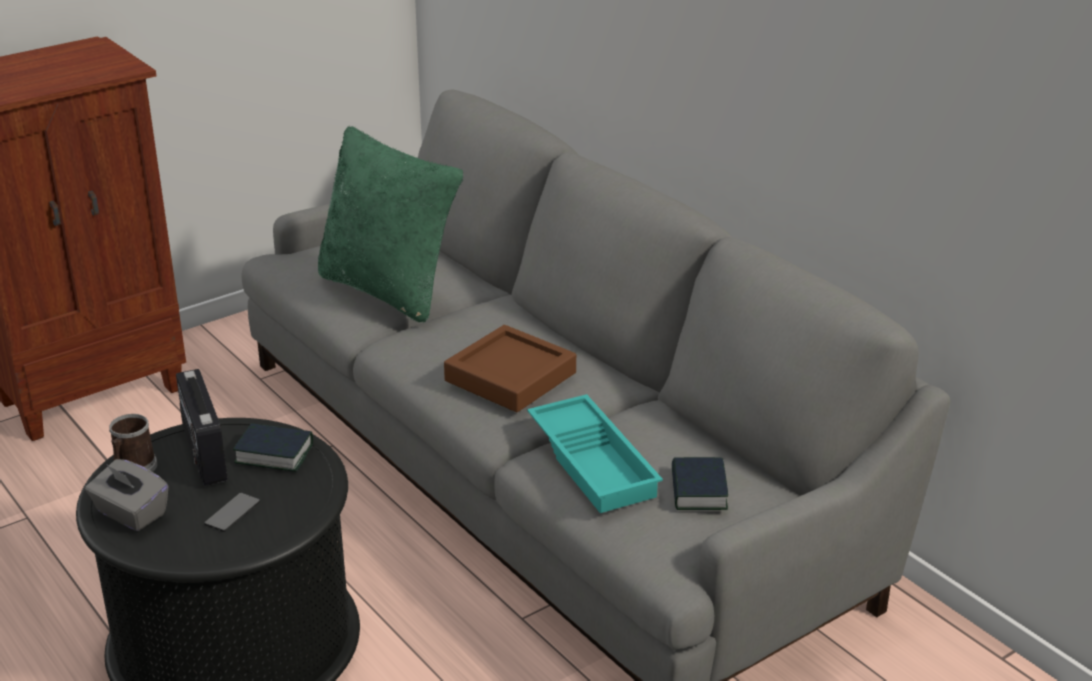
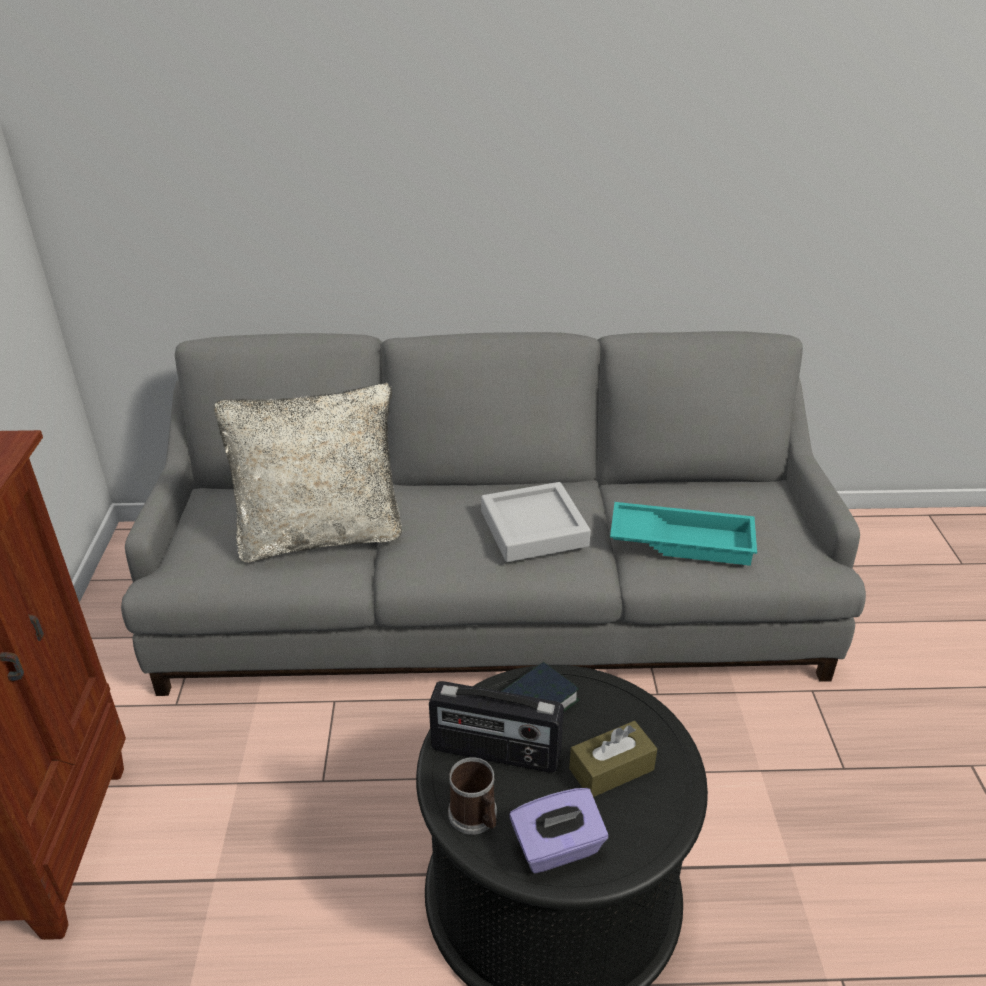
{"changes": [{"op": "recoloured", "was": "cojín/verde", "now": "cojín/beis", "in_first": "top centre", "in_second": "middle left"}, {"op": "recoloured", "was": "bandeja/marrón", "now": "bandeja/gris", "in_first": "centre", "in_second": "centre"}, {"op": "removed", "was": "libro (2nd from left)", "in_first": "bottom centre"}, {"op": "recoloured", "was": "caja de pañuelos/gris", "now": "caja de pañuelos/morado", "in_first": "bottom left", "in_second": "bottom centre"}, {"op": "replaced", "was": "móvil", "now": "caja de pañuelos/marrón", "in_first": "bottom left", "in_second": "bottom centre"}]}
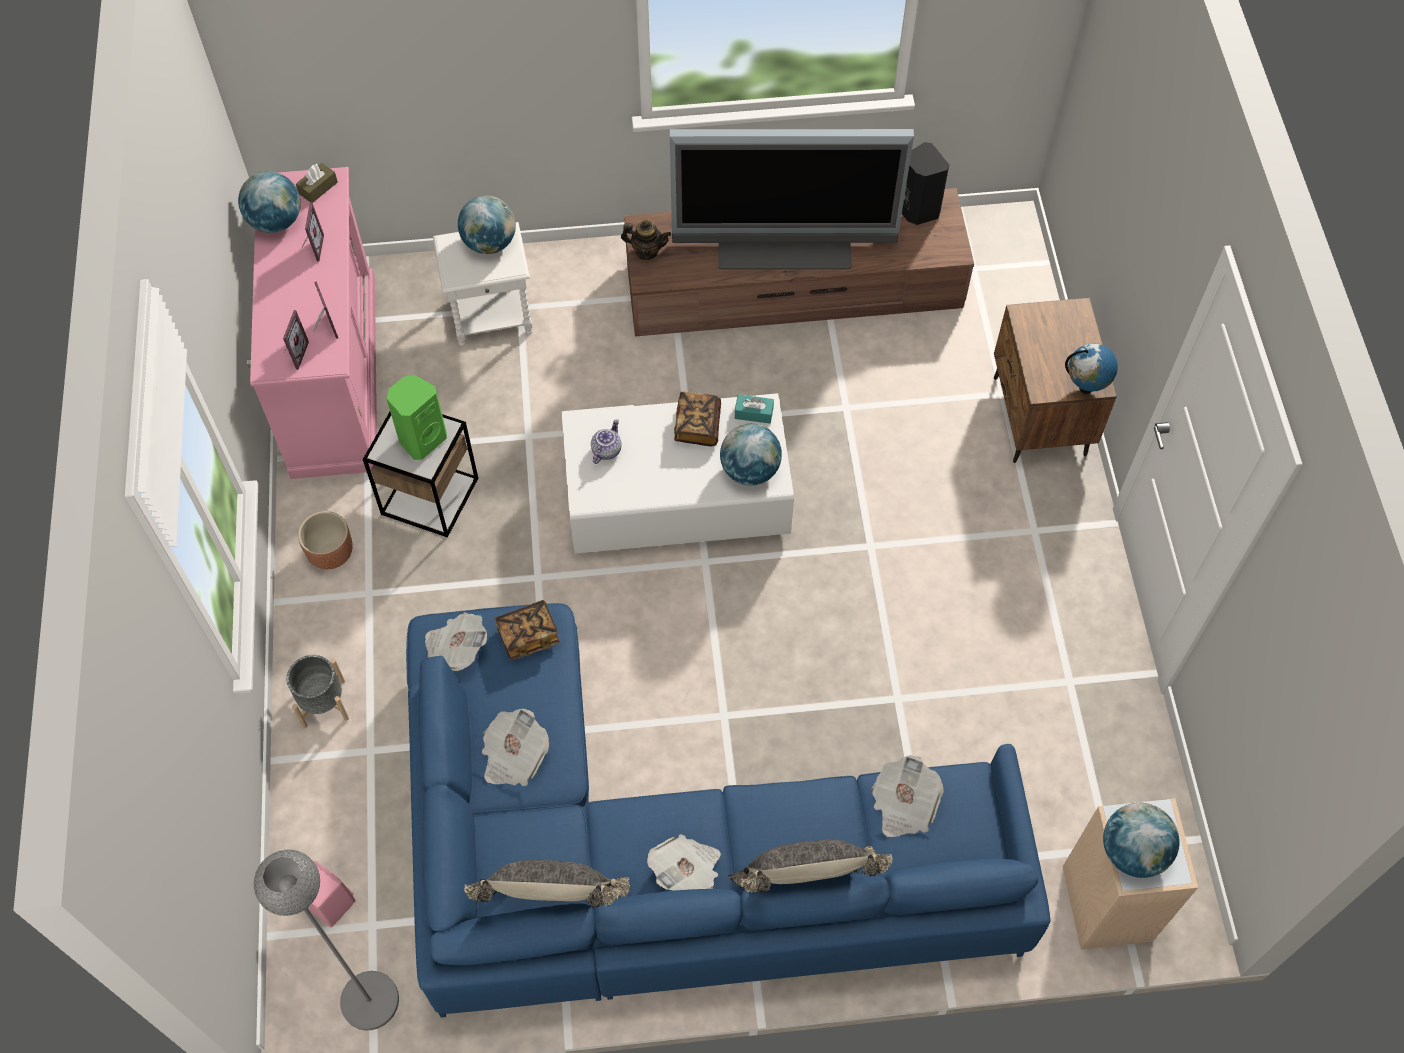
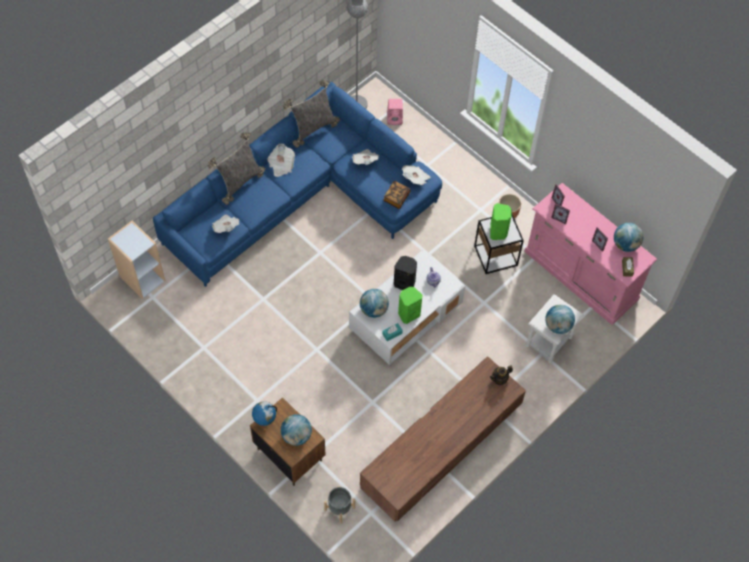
{"changes": [{"op": "removed", "was": "televisor", "in_first": "top centre"}, {"op": "moved", "was": "altavoz/negro", "in_first": "top centre", "in_second": "centre"}, {"op": "replaced", "was": "libro (2nd from left)", "now": "altavoz/verde (1st from left)", "in_first": "centre", "in_second": "centre"}, {"op": "moved", "was": "maceta/gris", "in_first": "middle left", "in_second": "bottom centre"}, {"op": "moved", "was": "globo terráqueo (5th from left in the first image)", "now": "globo terráqueo (2nd from left)", "in_first": "bottom right", "in_second": "bottom centre"}]}
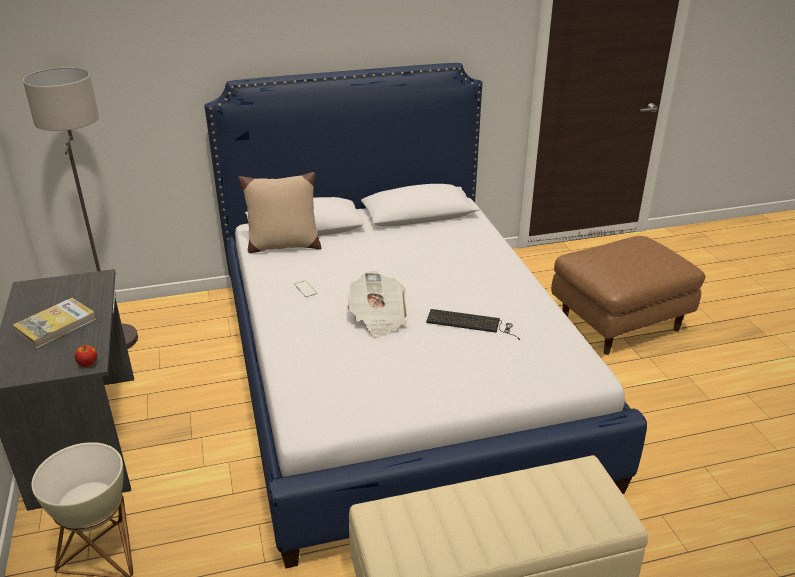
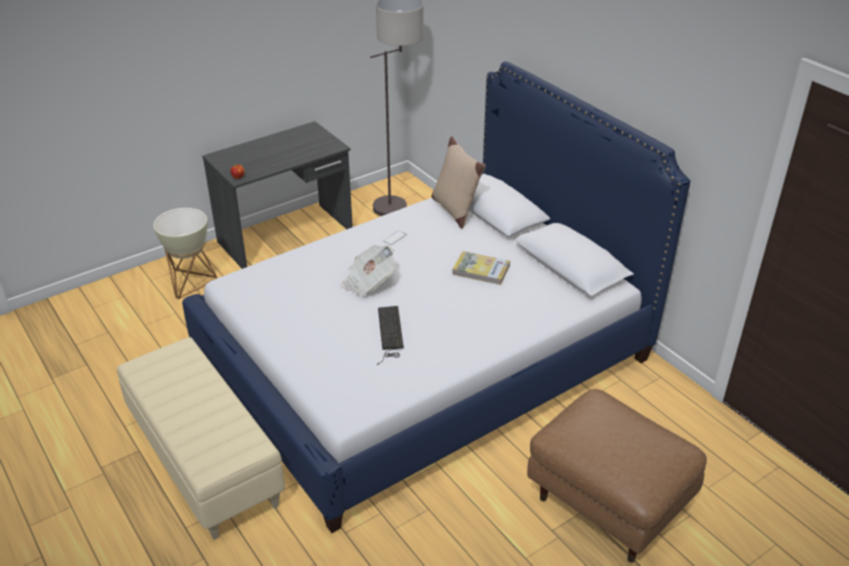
{"changes": [{"op": "moved", "was": "libro", "in_first": "middle left", "in_second": "centre"}]}
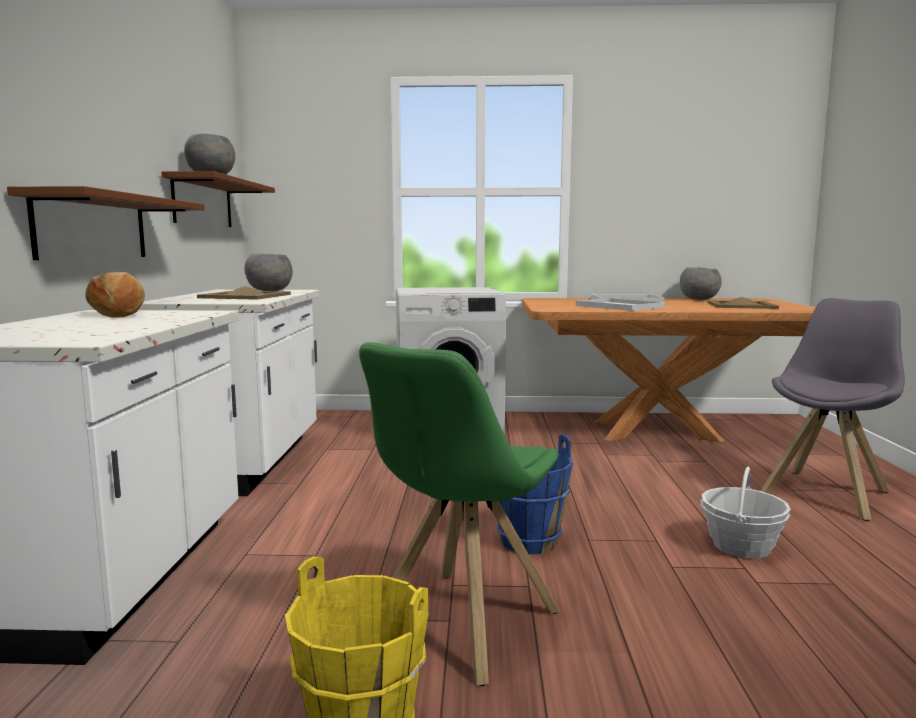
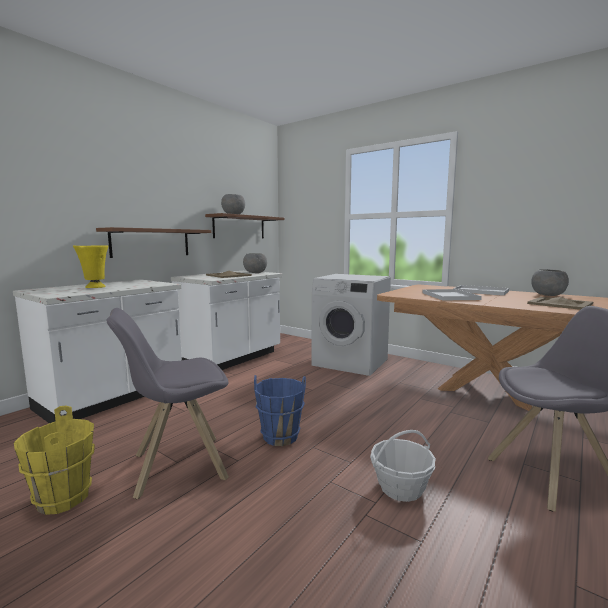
{"changes": [{"op": "removed", "was": "pan", "in_first": "middle left"}, {"op": "recoloured", "was": "silla/verde", "now": "silla/gris (1st from left)", "in_first": "bottom centre", "in_second": "middle left"}, {"op": "added", "now": "florero/amarillo", "in_second": "middle left"}]}
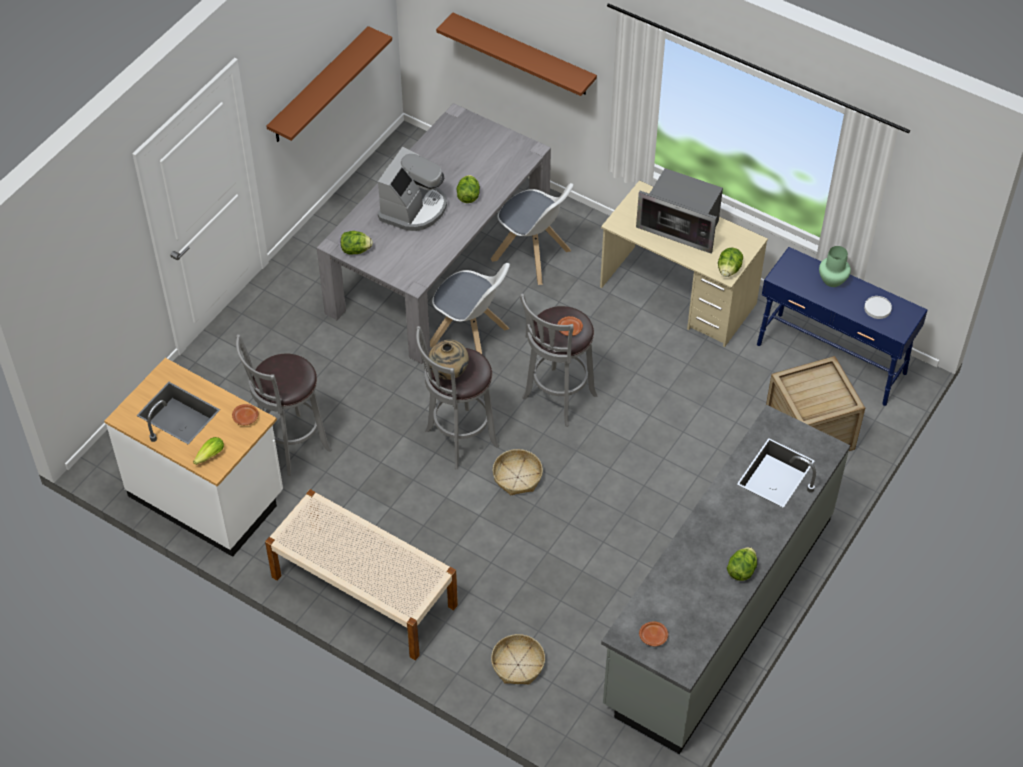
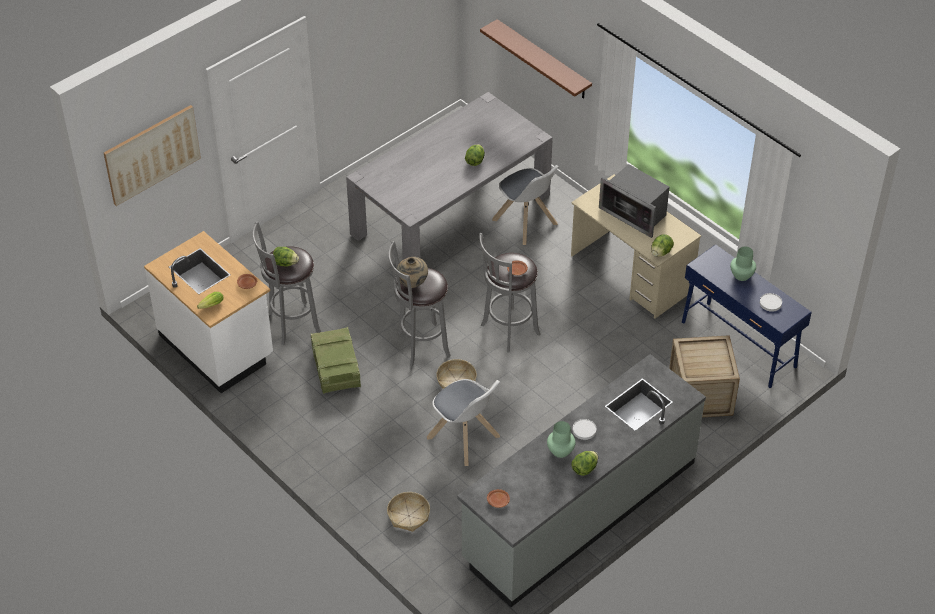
{"changes": [{"op": "removed", "was": "estante/marrón (1st from left)", "in_first": "top left"}, {"op": "removed", "was": "cafetera", "in_first": "top centre"}, {"op": "moved", "was": "lechuga (2nd from left)", "in_first": "top centre", "in_second": "middle left"}, {"op": "moved", "was": "silla (1st from left)", "in_first": "centre", "in_second": "bottom centre"}, {"op": "removed", "was": "banco/beis", "in_first": "bottom centre"}, {"op": "added", "now": "cuadro", "in_second": "top left"}, {"op": "added", "now": "caja de embalaje (1st from left)", "in_second": "centre"}, {"op": "added", "now": "plato/blanco (1st from left)", "in_second": "bottom centre"}, {"op": "added", "now": "florero/verde (1st from left)", "in_second": "bottom centre"}]}
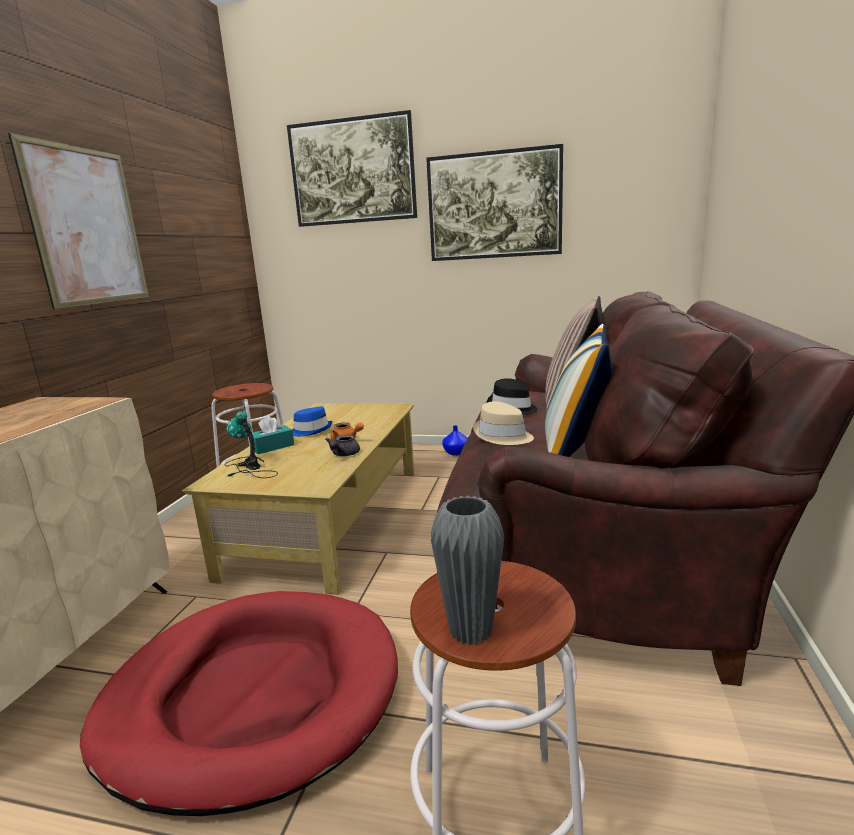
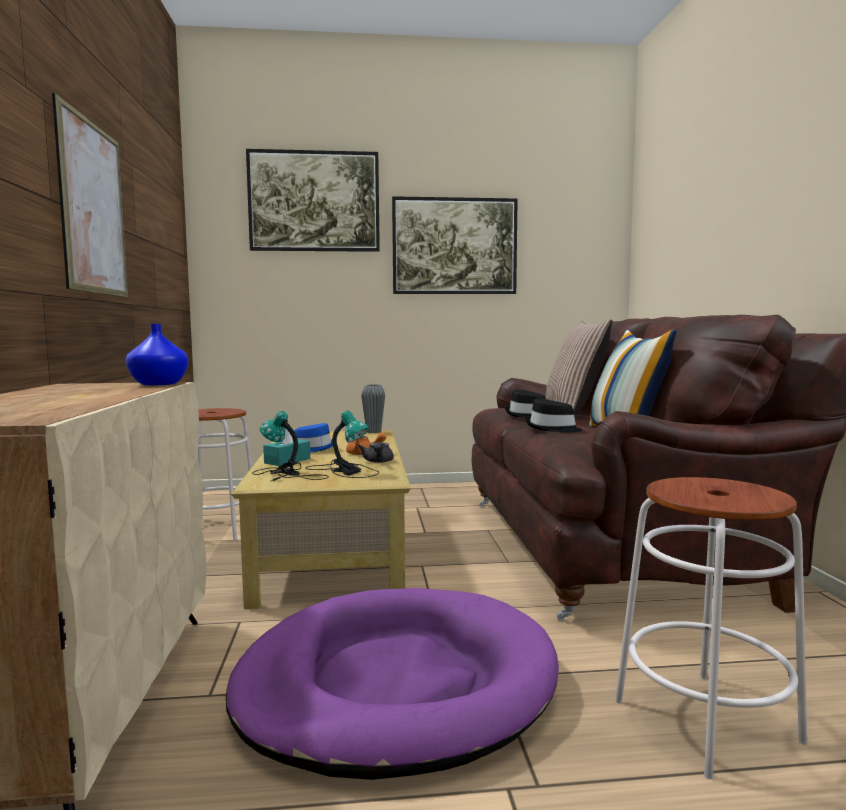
{"changes": [{"op": "recoloured", "was": "sombrero/beis", "now": "sombrero/negro (2nd from left)", "in_first": "centre", "in_second": "centre"}, {"op": "moved", "was": "florero/azul", "in_first": "centre", "in_second": "middle left"}, {"op": "moved", "was": "florero/gris", "in_first": "bottom centre", "in_second": "centre"}, {"op": "recoloured", "was": "cama para perro/rojo", "now": "cama para perro/morado", "in_first": "bottom left", "in_second": "bottom centre"}, {"op": "added", "now": "lámpara de mesa (2nd from left)", "in_second": "centre"}]}
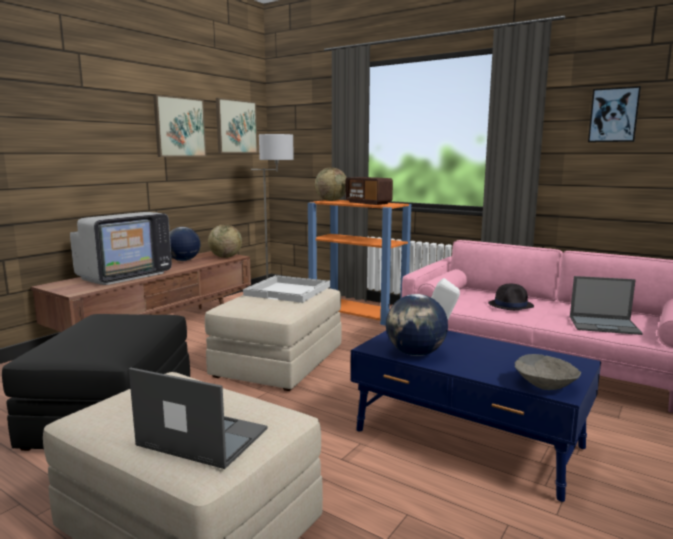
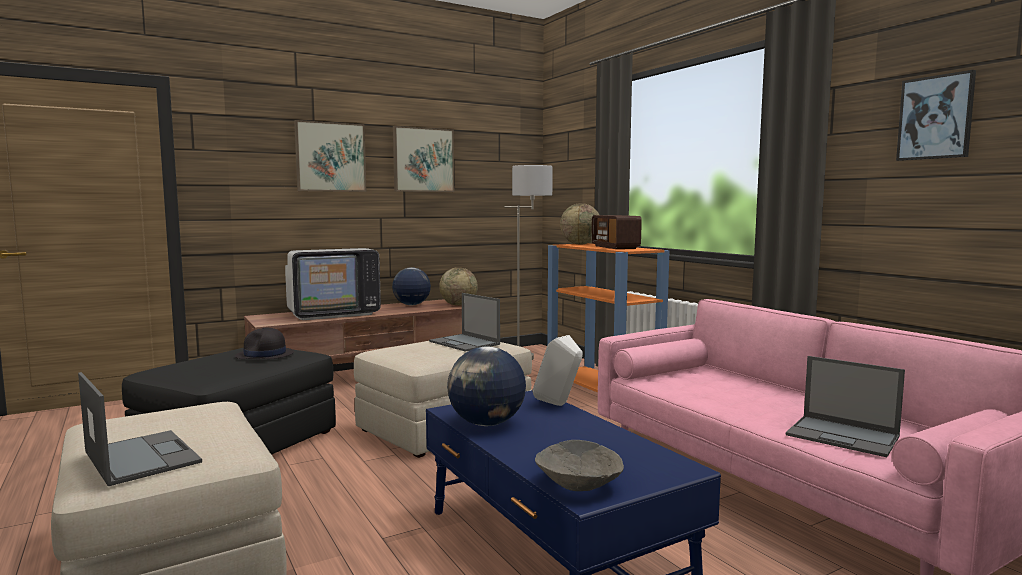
{"changes": [{"op": "moved", "was": "cuadro (2nd from left in the first image)", "now": "cuadro (1st from left)", "in_first": "top centre", "in_second": "top left"}, {"op": "replaced", "was": "bandeja/blanco", "now": "portátil (2nd from left)", "in_first": "centre", "in_second": "centre"}, {"op": "moved", "was": "sombrero/negro", "in_first": "middle right", "in_second": "middle left"}]}
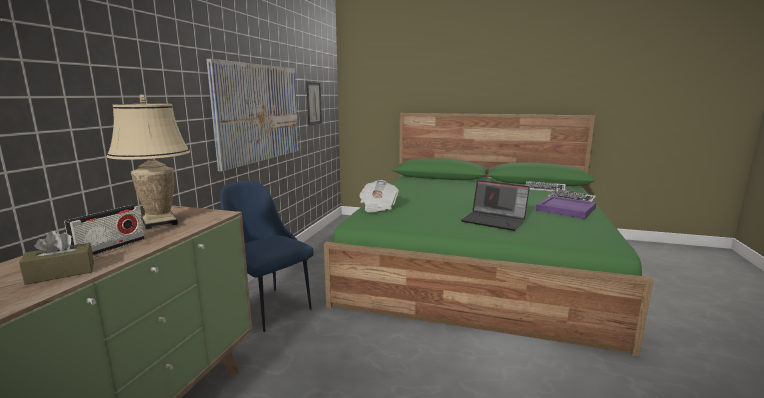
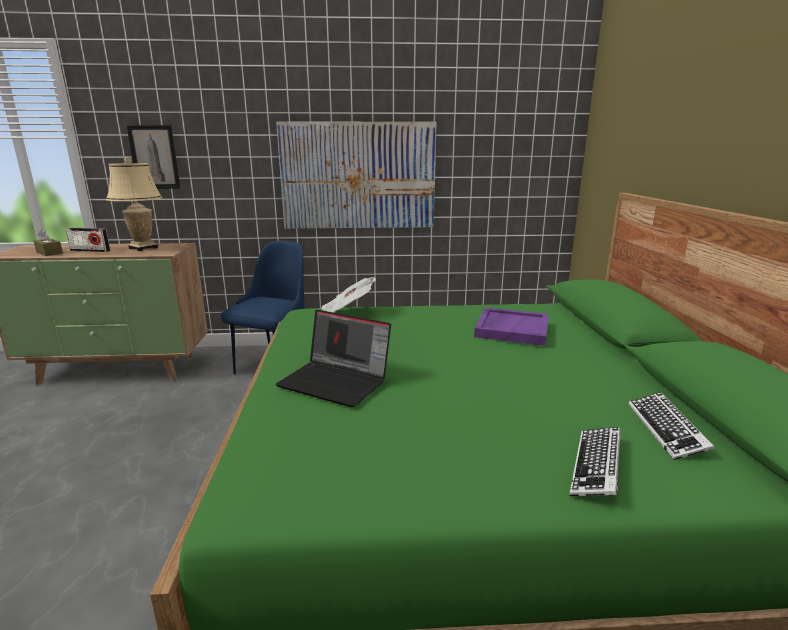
{"changes": [{"op": "moved", "was": "cuadro (2nd from left in the first image)", "now": "cuadro (1st from left)", "in_first": "top centre", "in_second": "top left"}, {"op": "turned", "was": "portátil", "in_first": "centre", "in_second": "centre", "clockwise": -75}, {"op": "moved", "was": "bandeja/morado", "in_first": "middle right", "in_second": "centre"}]}
